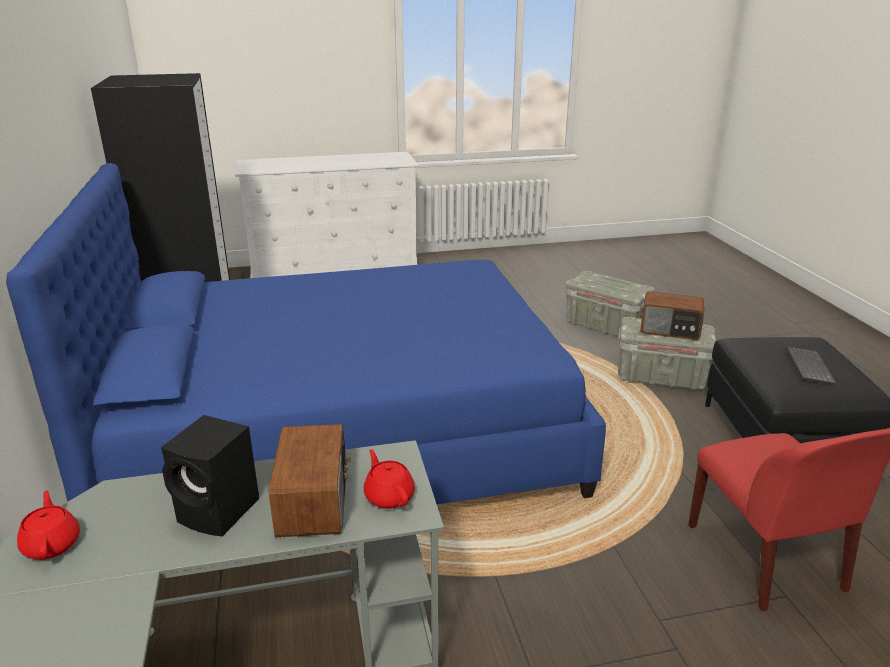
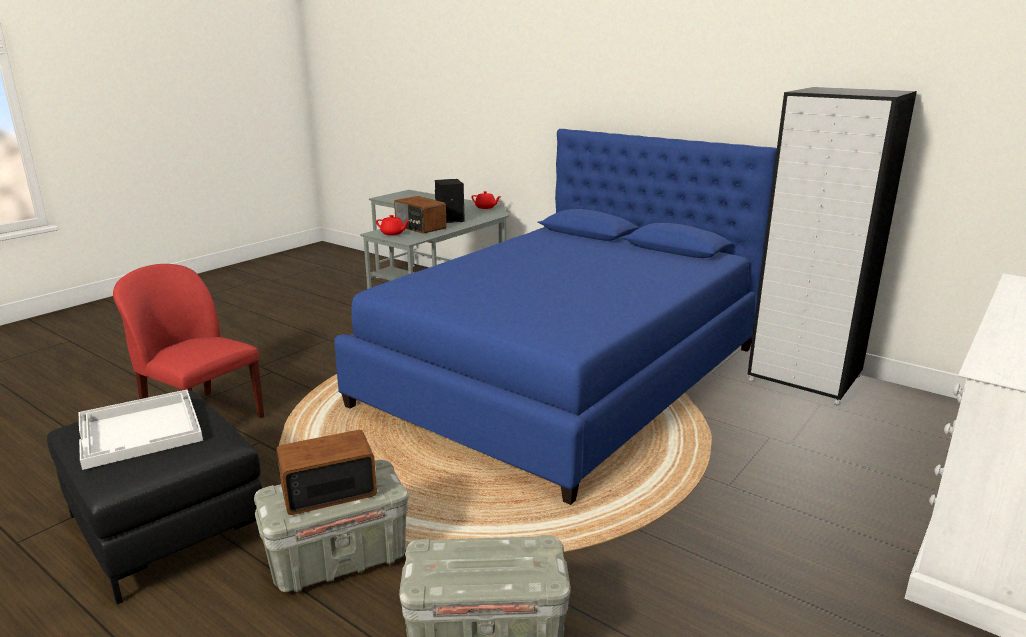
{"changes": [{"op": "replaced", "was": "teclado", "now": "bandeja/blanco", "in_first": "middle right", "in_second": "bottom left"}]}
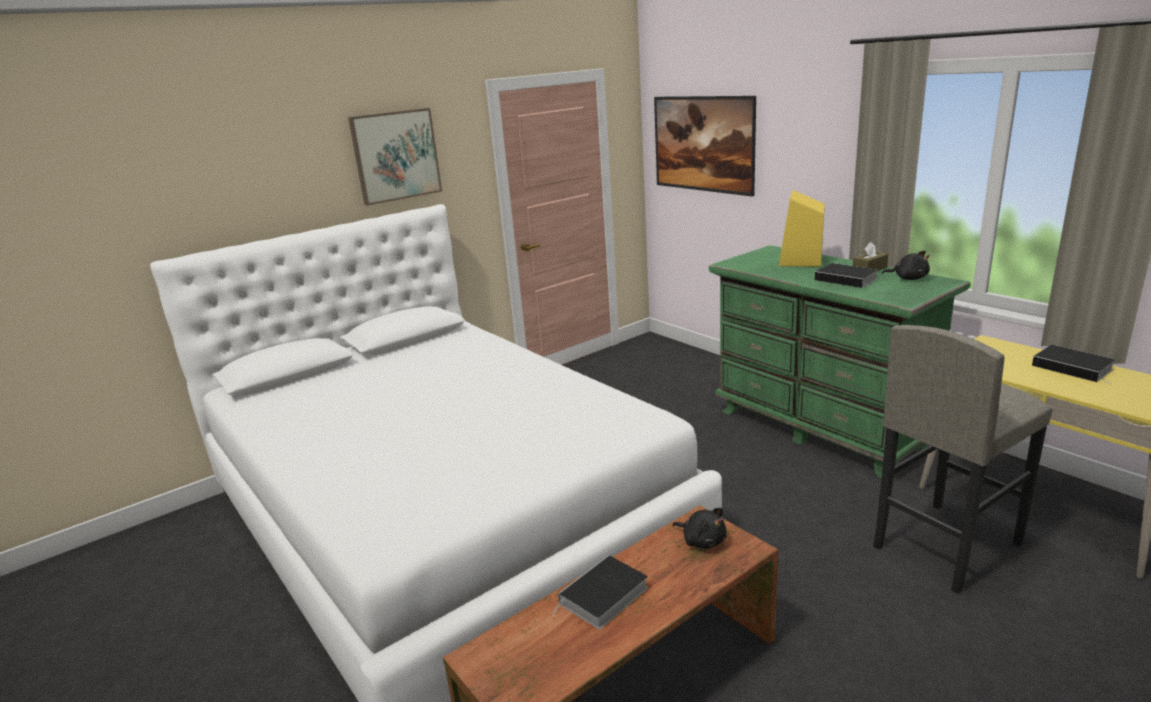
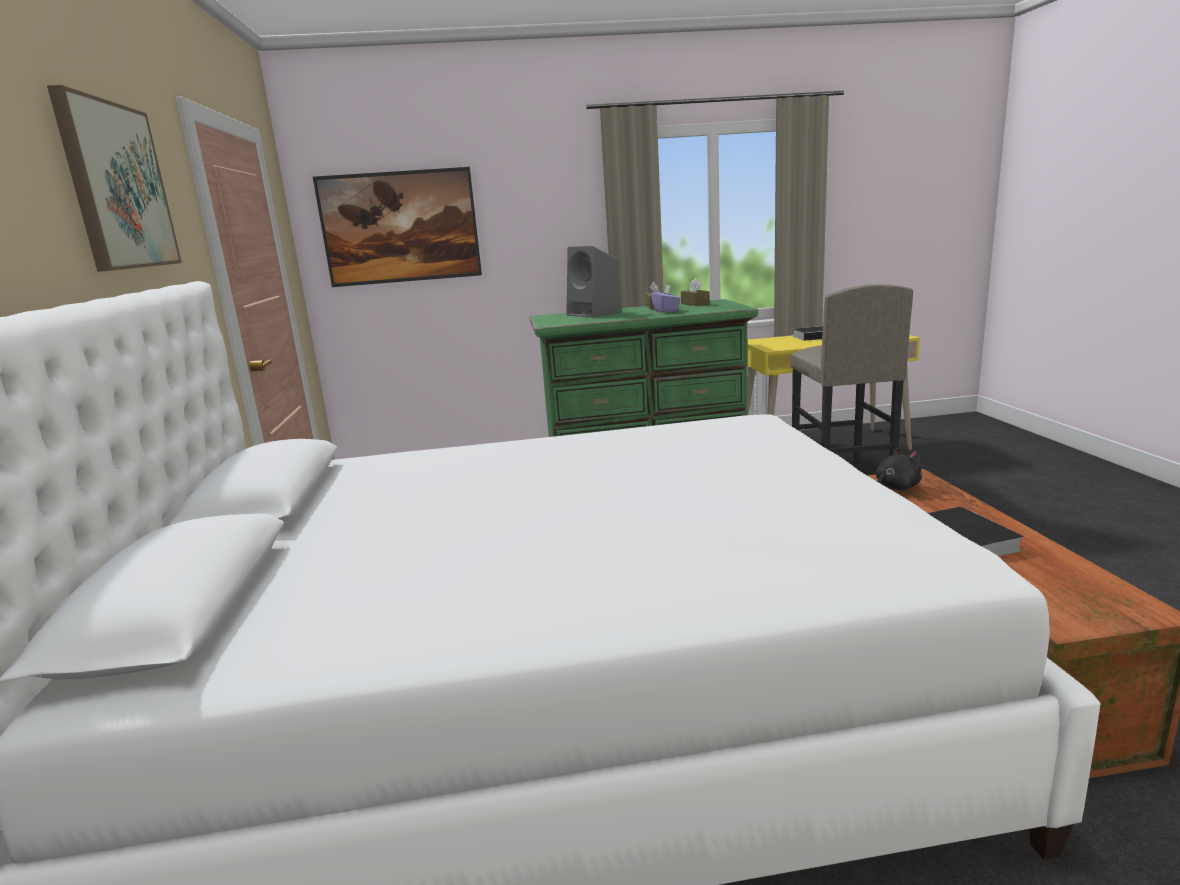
{"changes": [{"op": "recoloured", "was": "altavoz/amarillo", "now": "altavoz/gris", "in_first": "top right", "in_second": "top centre"}, {"op": "replaced", "was": "peluche/negro (2nd from left)", "now": "caja de pañuelos/marrón (2nd from left)", "in_first": "middle right", "in_second": "top centre"}, {"op": "replaced", "was": "libro (2nd from left)", "now": "caja de pañuelos/morado", "in_first": "middle right", "in_second": "centre"}]}
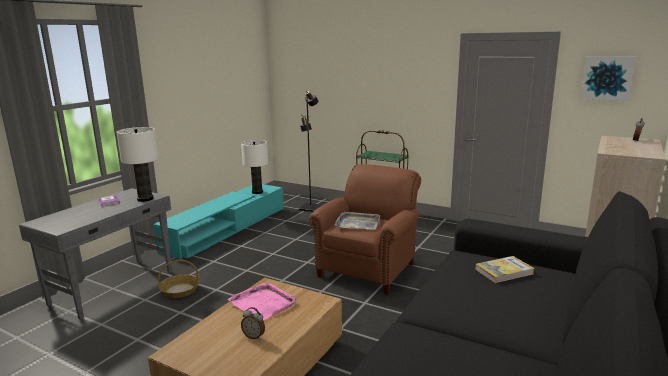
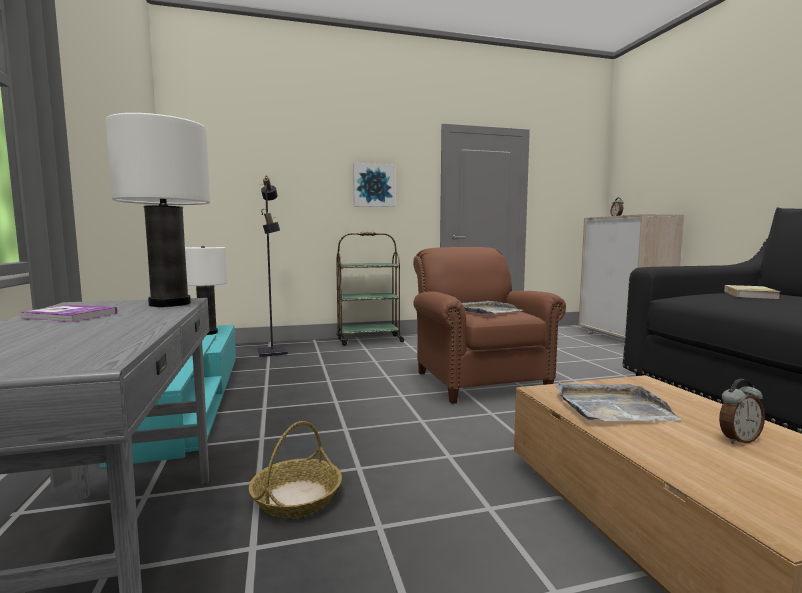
{"changes": [{"op": "moved", "was": "cuadro", "in_first": "top right", "in_second": "top centre"}, {"op": "recoloured", "was": "bandeja/rosa", "now": "bandeja/gris (2nd from left)", "in_first": "bottom centre", "in_second": "bottom right"}]}
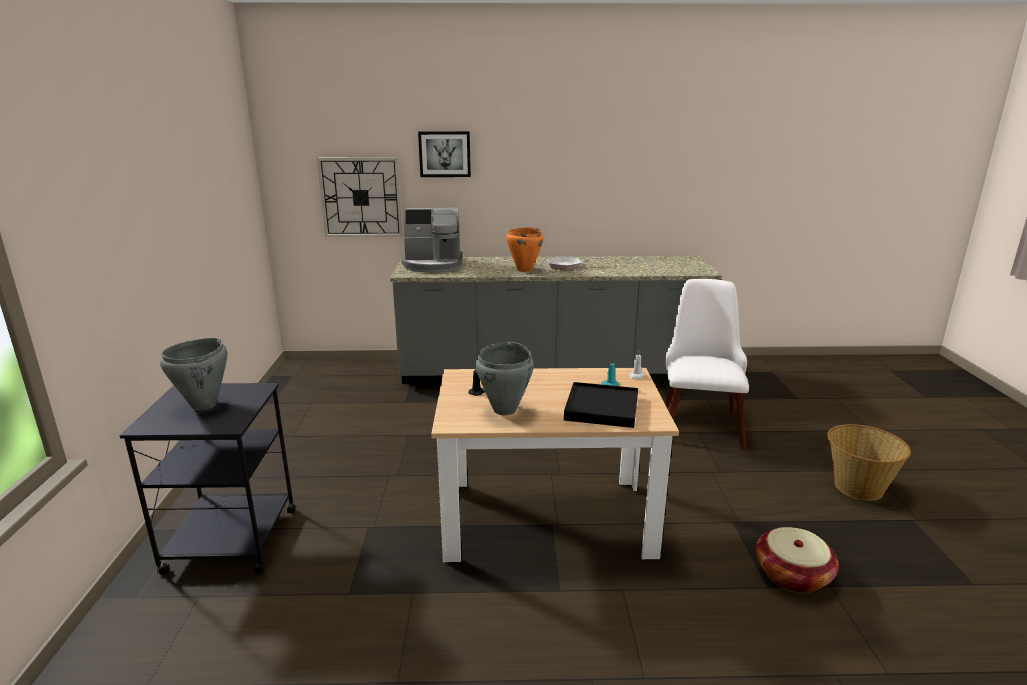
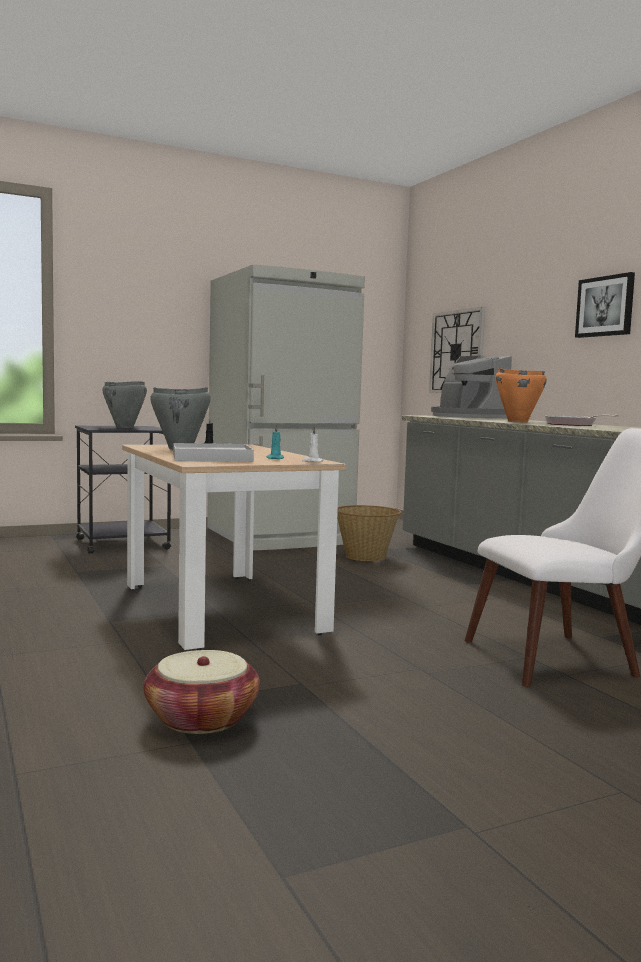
{"changes": [{"op": "moved", "was": "cuadro", "in_first": "top centre", "in_second": "top right"}, {"op": "recoloured", "was": "bandeja/negro", "now": "bandeja/blanco", "in_first": "centre", "in_second": "middle left"}, {"op": "moved", "was": "cesta (2nd from left)", "in_first": "bottom right", "in_second": "centre"}, {"op": "added", "now": "nevera/blanco", "in_second": "centre"}]}
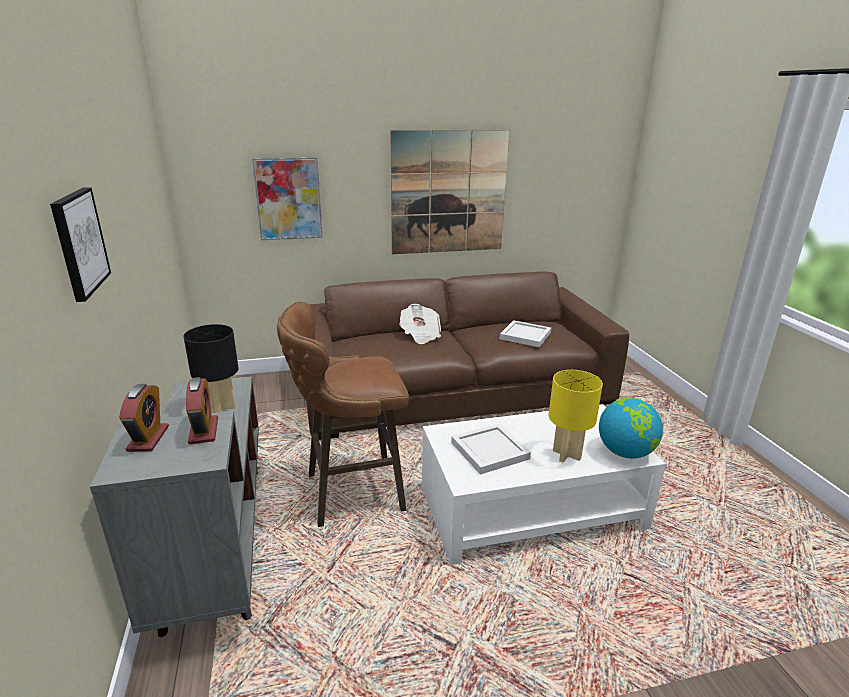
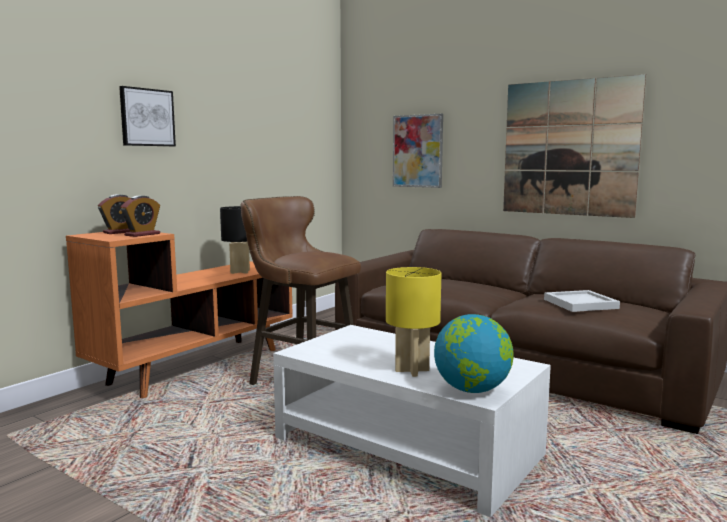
{"changes": [{"op": "removed", "was": "periódico", "in_first": "centre"}, {"op": "recoloured", "was": "mueble de televisión/gris", "now": "mueble de televisión/naranja", "in_first": "bottom left", "in_second": "middle left"}, {"op": "removed", "was": "bandeja/blanco (1st from left)", "in_first": "centre"}]}
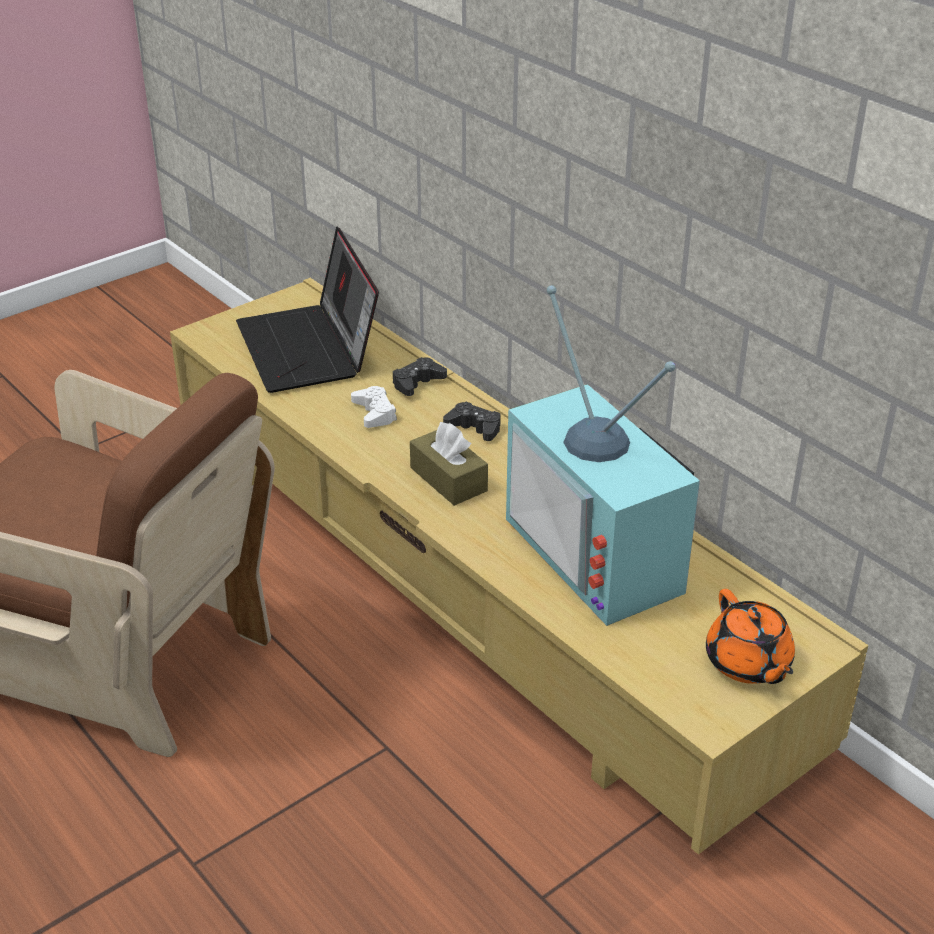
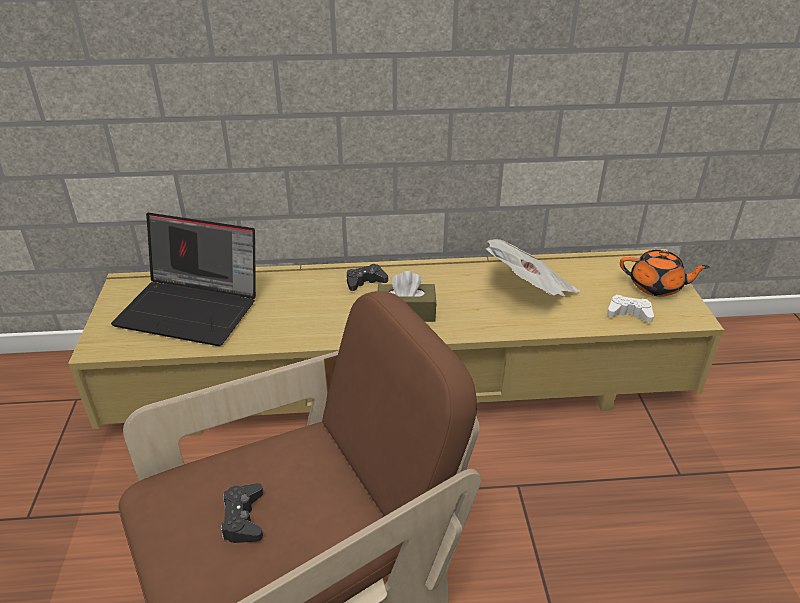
{"changes": [{"op": "replaced", "was": "televisor", "now": "periódico", "in_first": "centre", "in_second": "centre"}, {"op": "moved", "was": "mando de consola/negro (1st from left)", "in_first": "centre", "in_second": "bottom left"}, {"op": "moved", "was": "mando de consola/blanco", "in_first": "centre", "in_second": "middle right"}]}
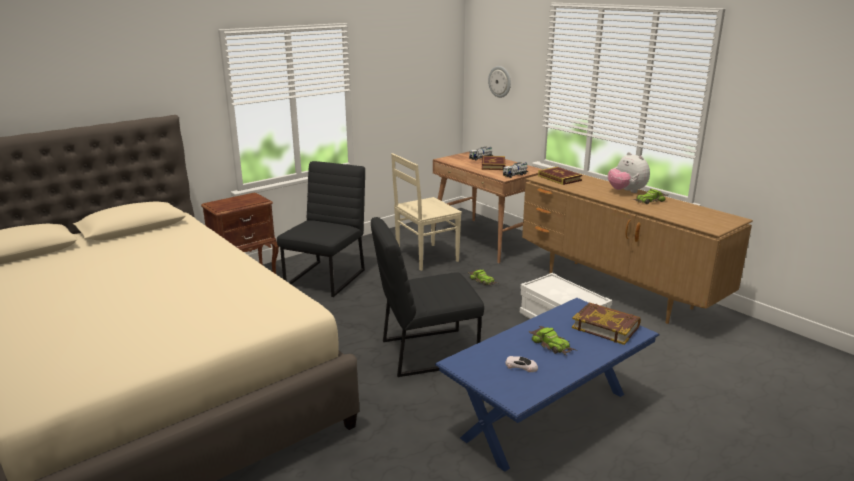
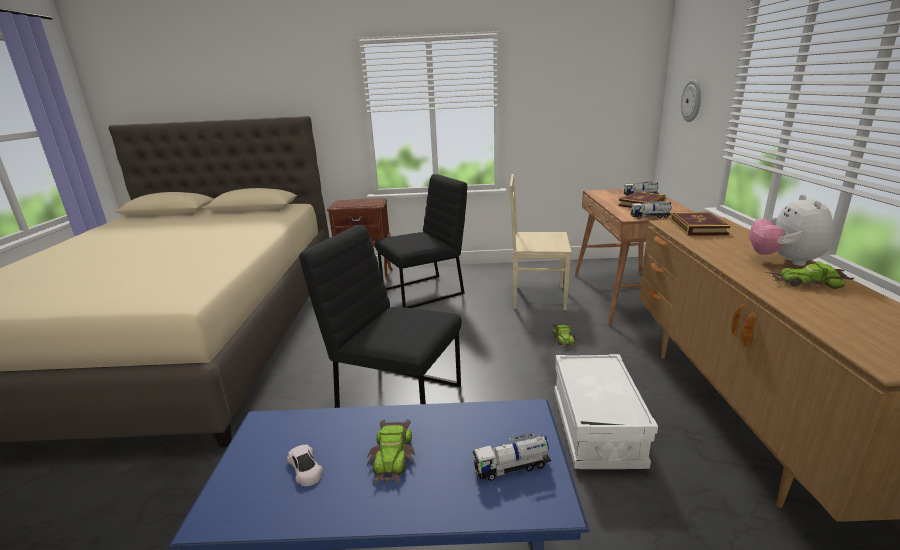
{"changes": [{"op": "replaced", "was": "libro (3rd from left)", "now": "camión de juguete (1st from left)", "in_first": "bottom right", "in_second": "bottom centre"}]}
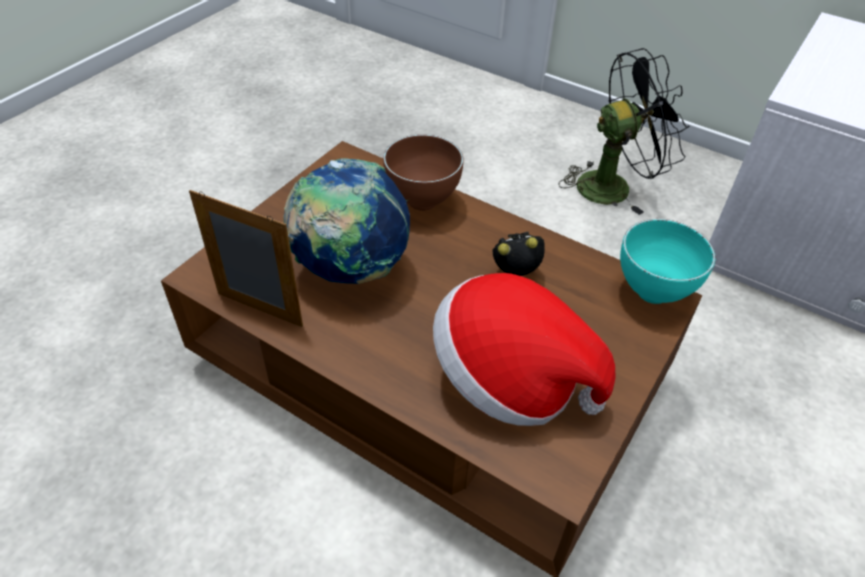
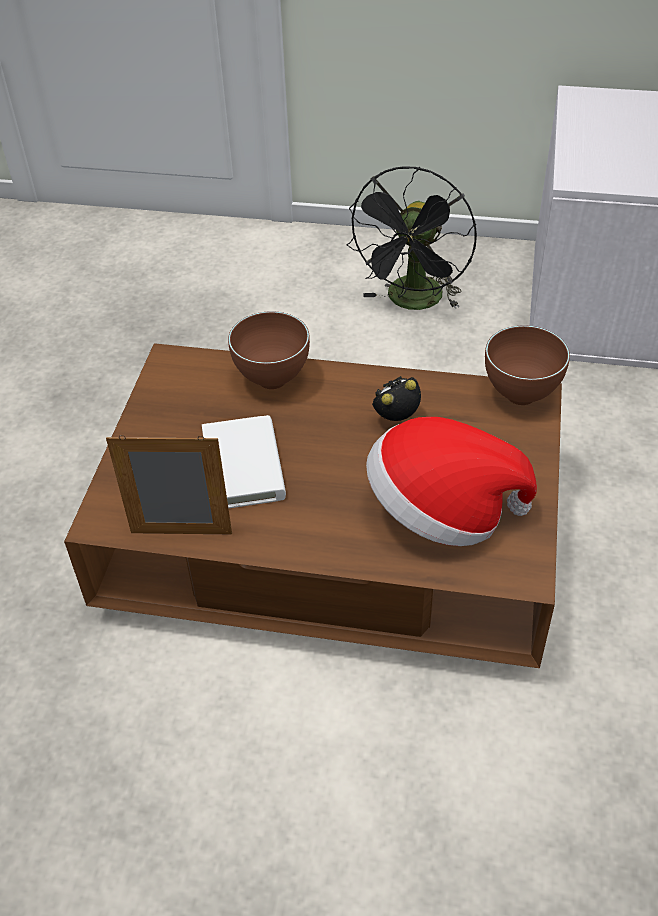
{"changes": [{"op": "turned", "was": "ventilador/negro", "in_first": "top right", "in_second": "top centre", "clockwise": 150}, {"op": "replaced", "was": "globo terráqueo", "now": "libro/blanco", "in_first": "centre", "in_second": "centre"}, {"op": "recoloured", "was": "cuenco/turquesa", "now": "cuenco/marrón (2nd from left)", "in_first": "middle right", "in_second": "middle right"}]}
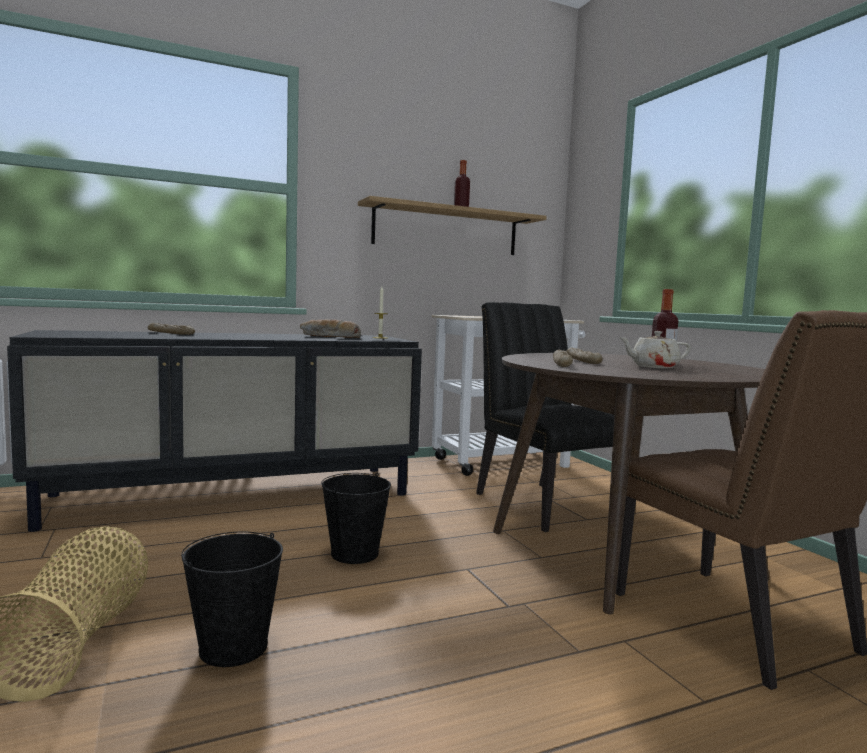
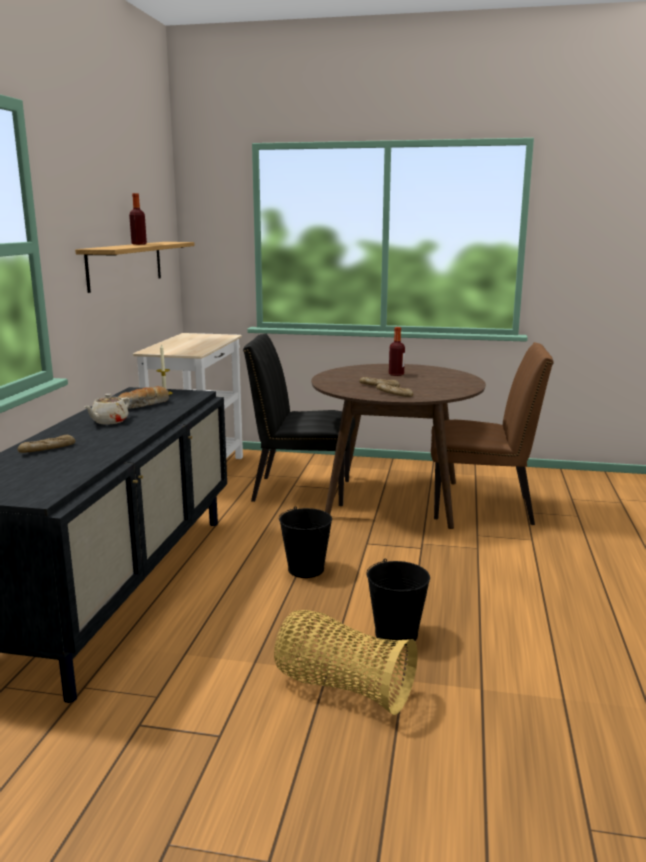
{"changes": [{"op": "moved", "was": "tetera/beis", "in_first": "middle right", "in_second": "middle left"}]}
